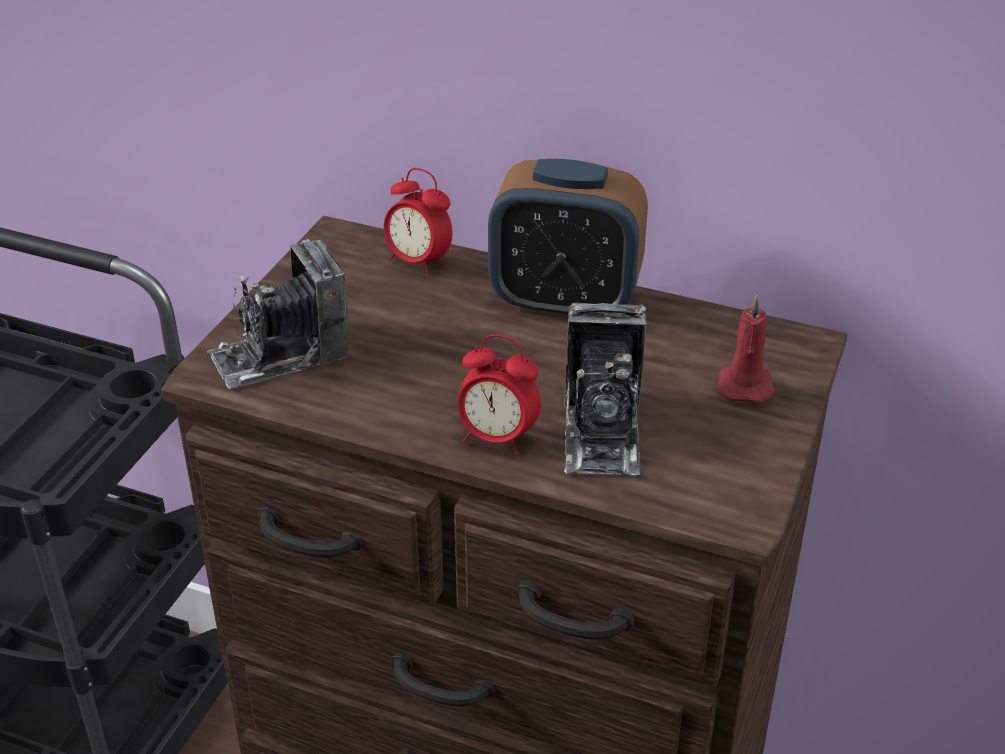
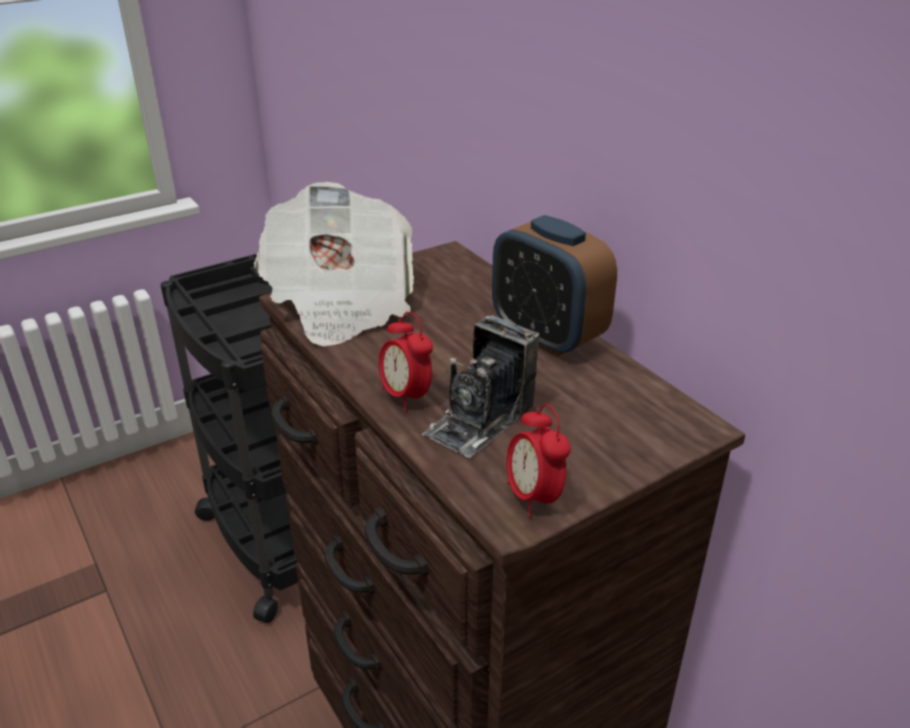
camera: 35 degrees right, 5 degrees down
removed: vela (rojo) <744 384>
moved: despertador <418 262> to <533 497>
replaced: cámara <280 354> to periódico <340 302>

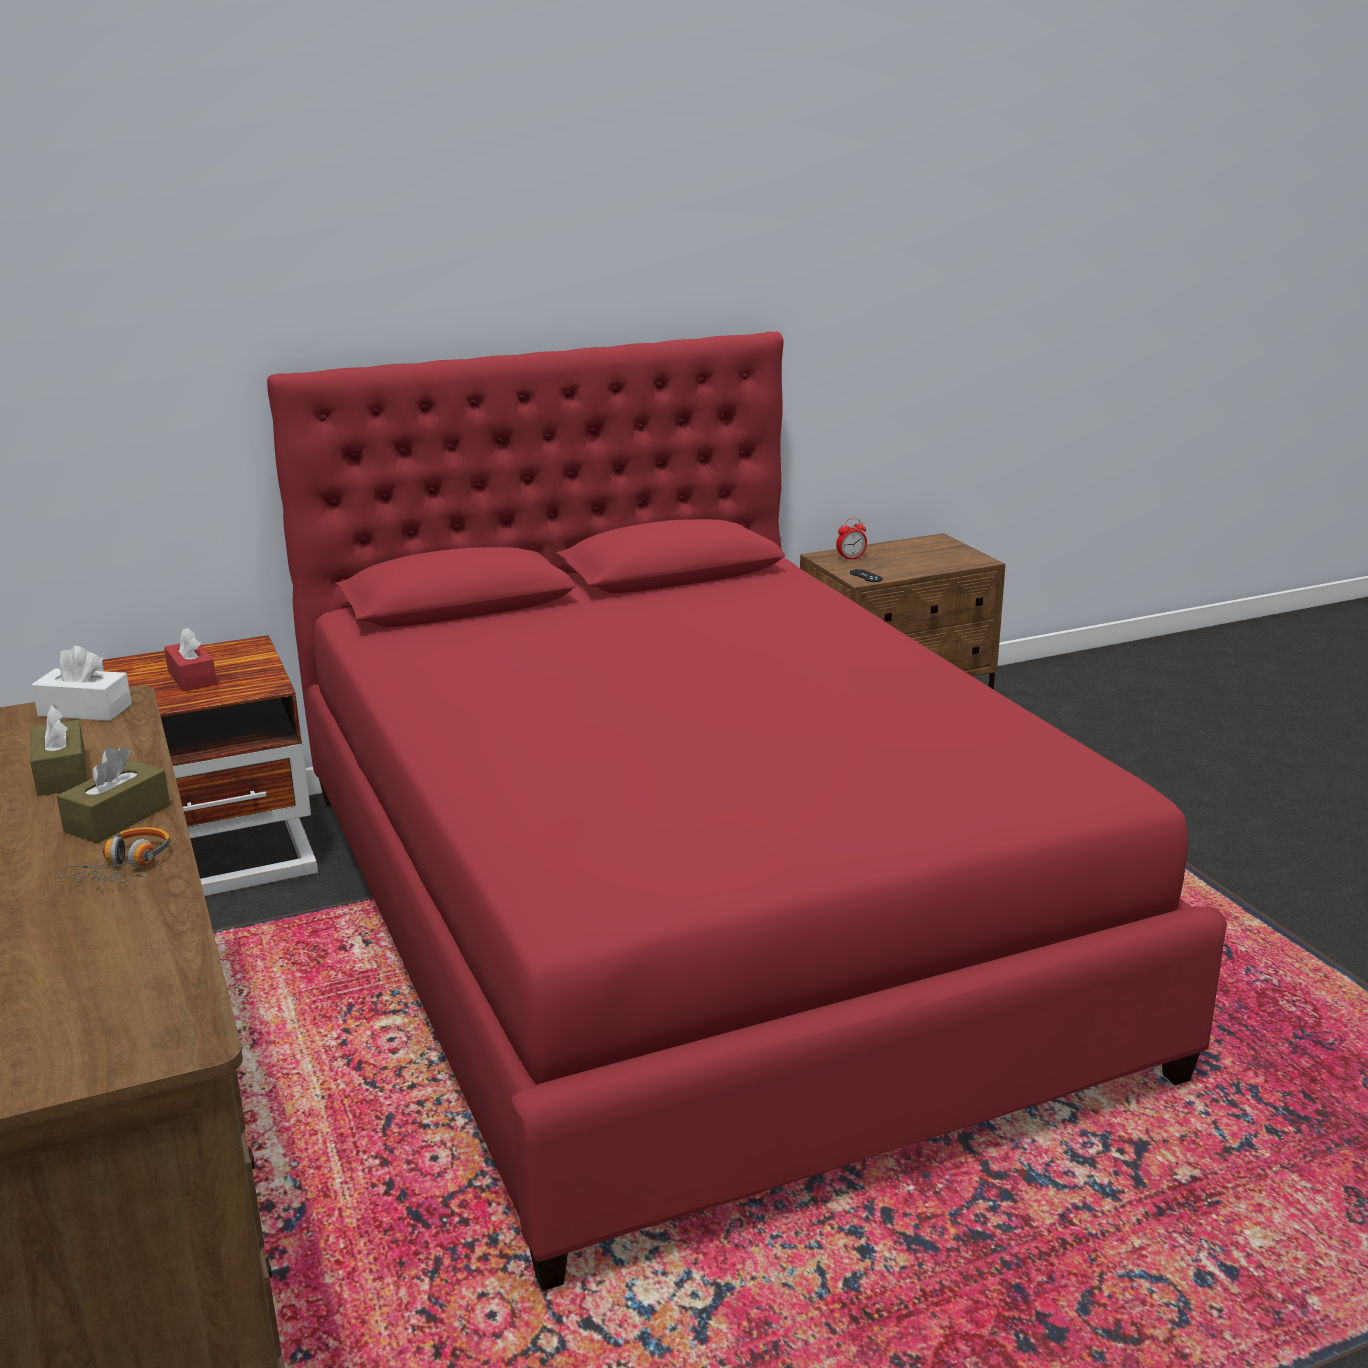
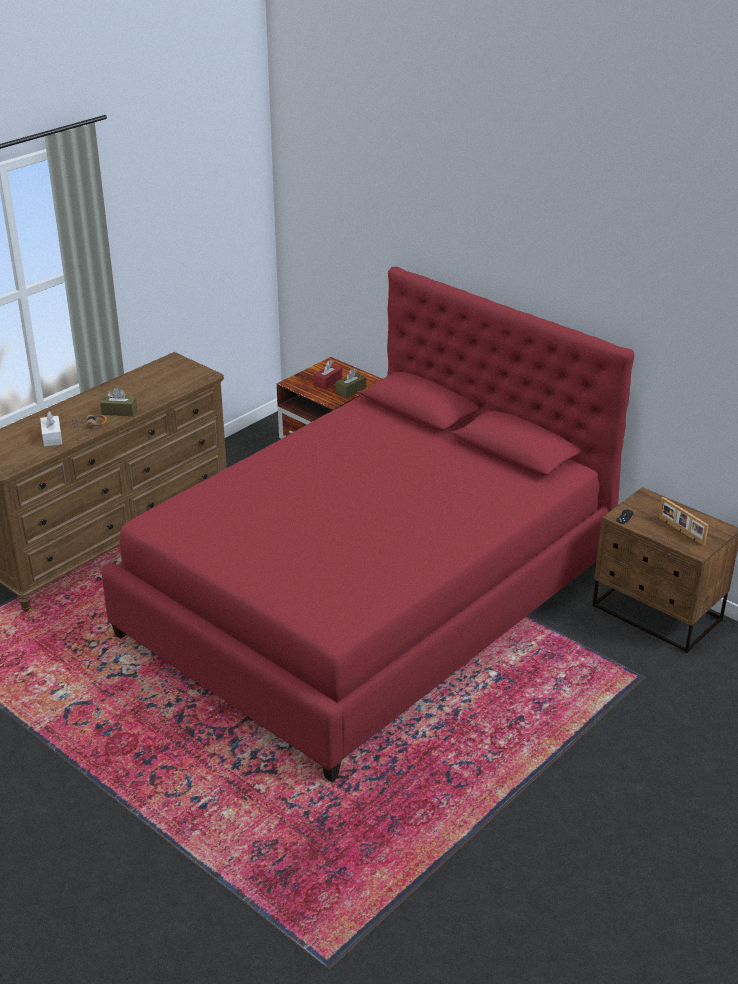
camera: 65 degrees right, 10 degrees up
removed: despertador <851 558>
added: portarretratos <680 531>
moved: caja de pañuelos (blanco) <85 710> to <52 437>; caja de pañuelos (marrón) <62 774> to <350 390>

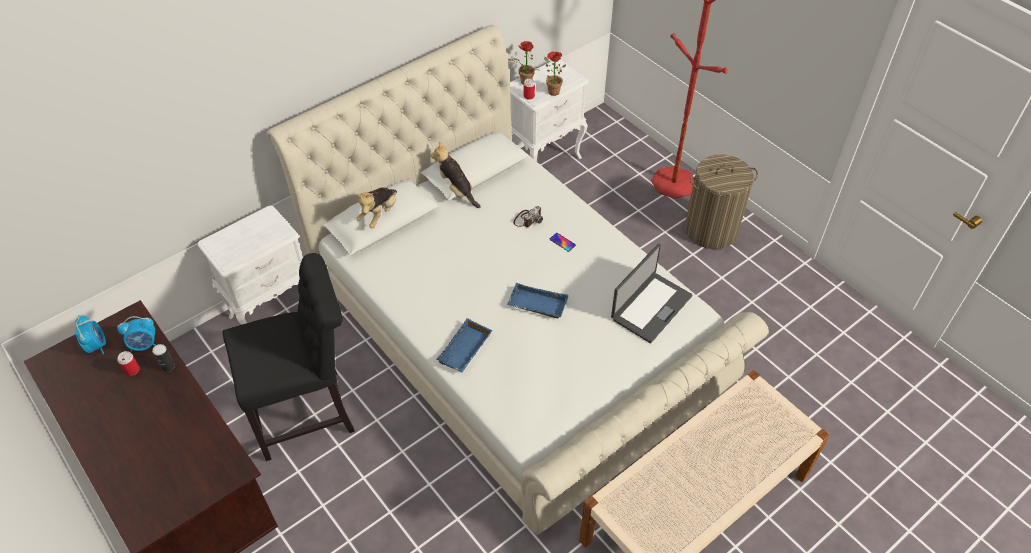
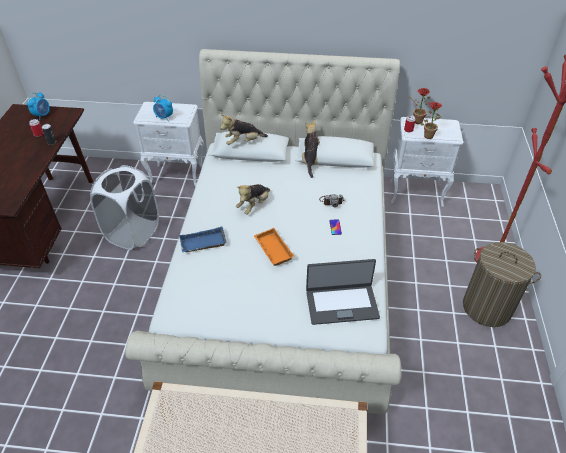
camera: 45 degrees right, 5 degrees down
added: peluche <254 205>
moved: despertador <144 345> to <164 117>
replaced: silla (negro) <309 412> to cesto de la ropa (blanco) <133 233>
recoloured: bandeja (azul) <536 305> to bandeja (naranja) <272 249>

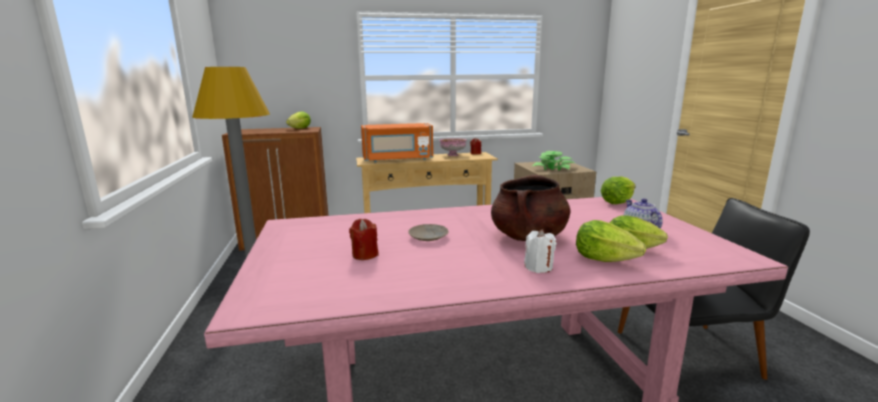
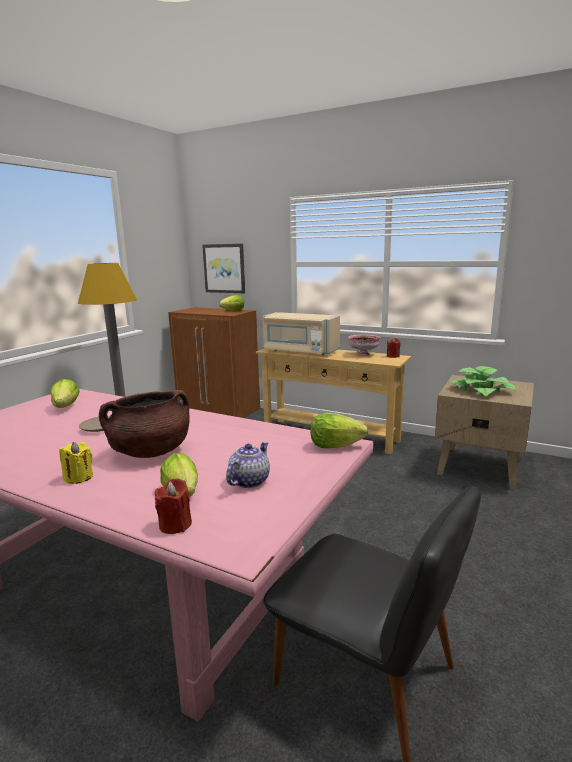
camera: 40 degrees right, 0 degrees up
added: cuadro <224 268>
moved: vela (rojo) <365 255> to <175 524>; lechuga <604 259> to <66 407>
recoloured: microondas (naranja) <397 159> to microondas (beis) <300 351>; vela (blanco) <538 267> to vela (amarillo) <78 477>

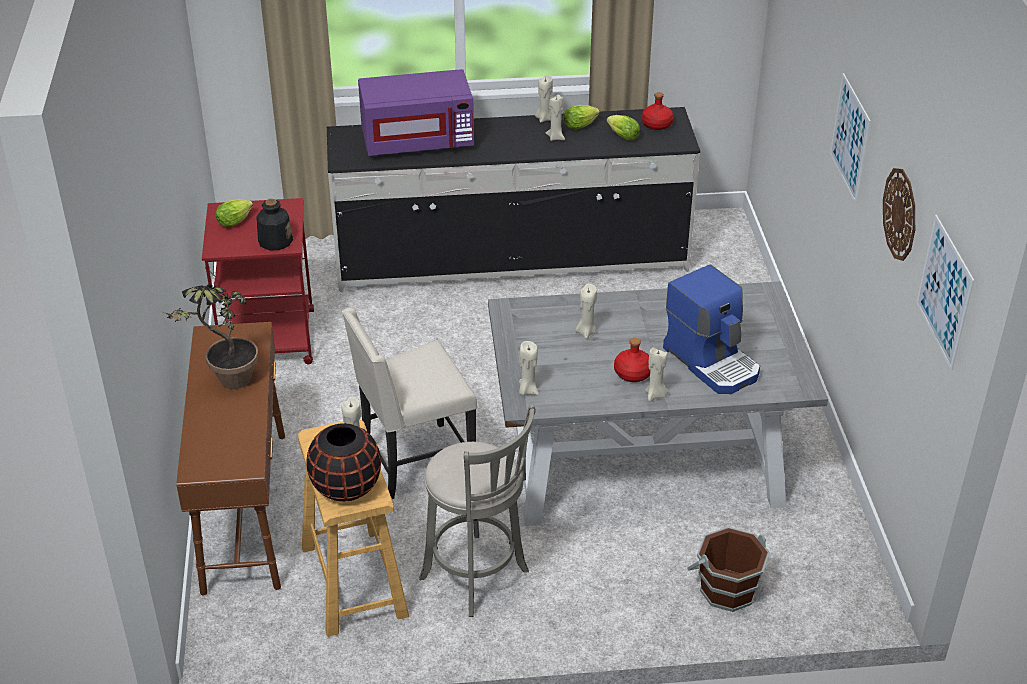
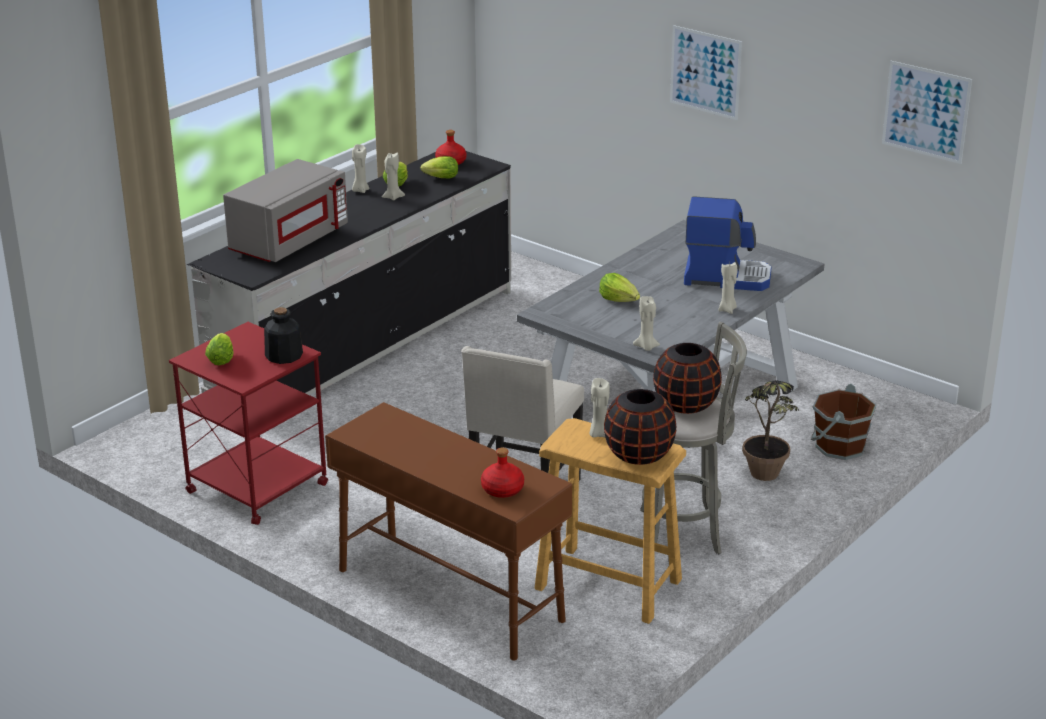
camera: 45 degrees left, 10 degrees down
removed: reloj de pared <900 214>
added: florero (negro) <686 405>
moved: planta en maceta <226 385> to <766 479>; botella (rojo) <633 373> to <503 489>
replaced: vela (beis) <586 332> to lechuga <619 300>
recoloured: microondas (morado) <418 141> to microondas (gris) <288 241>

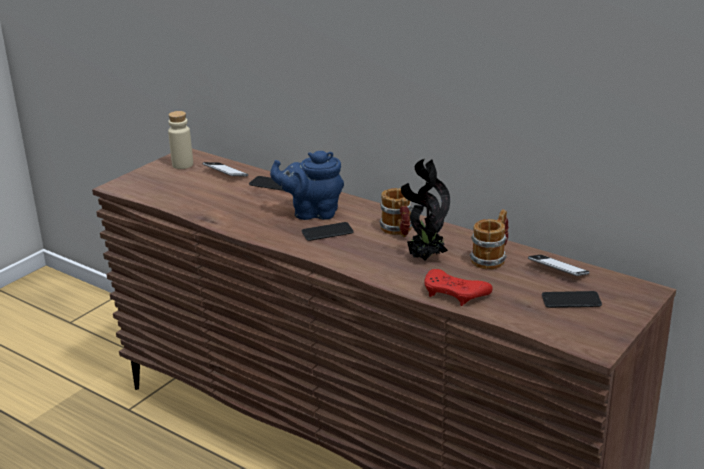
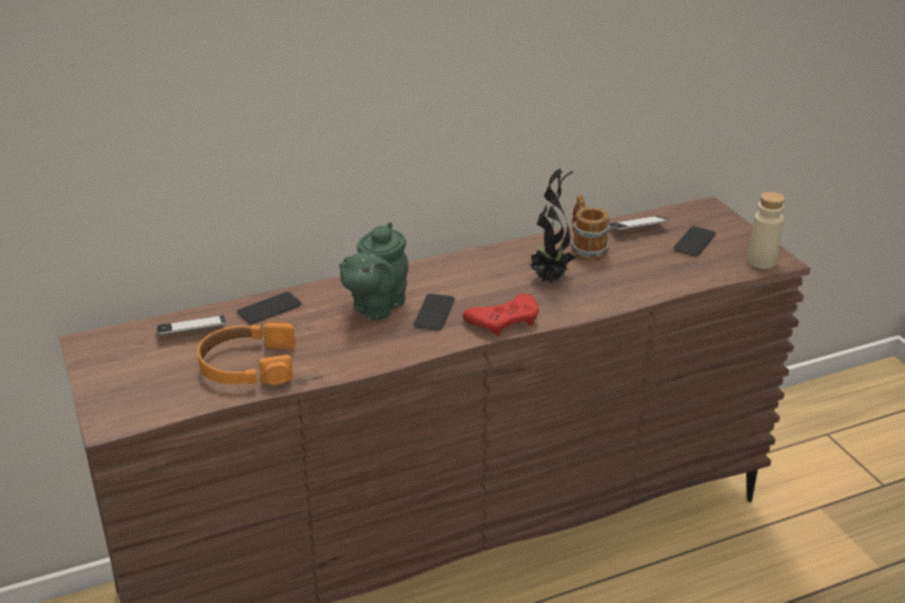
camera: 60 degrees left, 5 degrees up
removed: taza grande <398 231>
added: auriculares (naranja) <247 366>
moved: botella (beis) <182 165> to <761 261>; mando de consola (rojo) <454 292> to <504 320>
recoloured: tetera (azul) <312 212> to tetera (verde) <376 307>

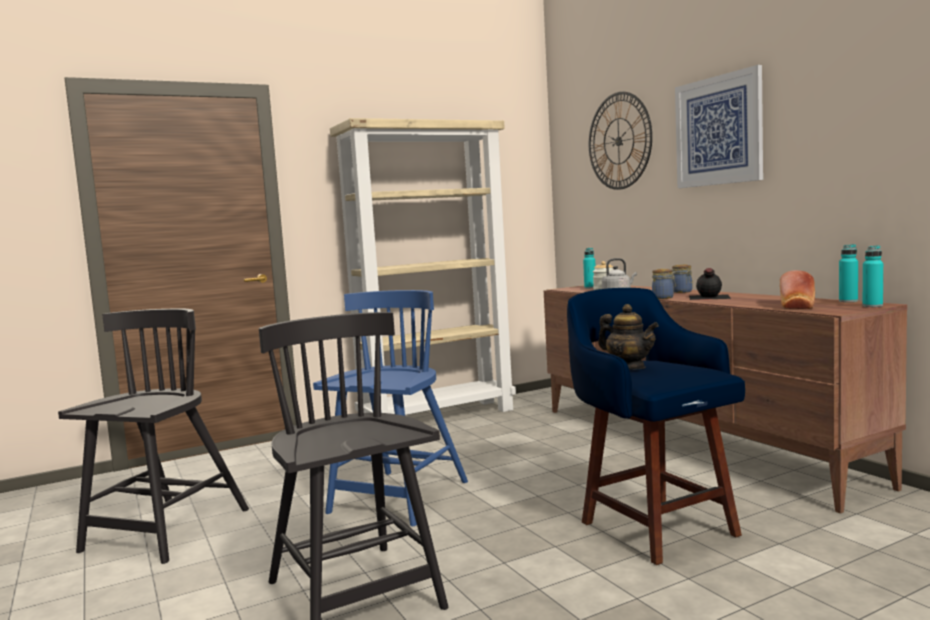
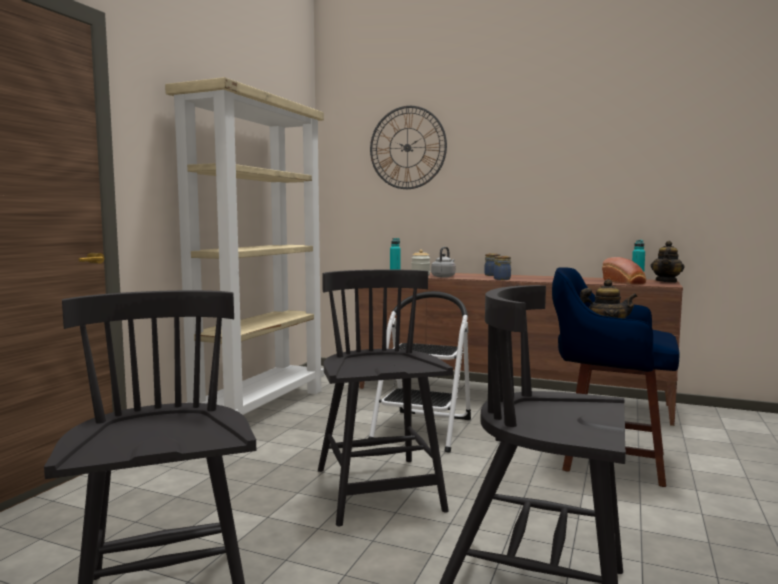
camera: 40 degrees left, 0 degrees up
removed: cuadro <718 131>; botella (negro) <708 297>
added: escalera de tijera <424 429>
replaced: botella (turquesa) <872 306> to tetera <666 281>
recoloured: silla (azul) <398 498> to silla (negro) <379 490>

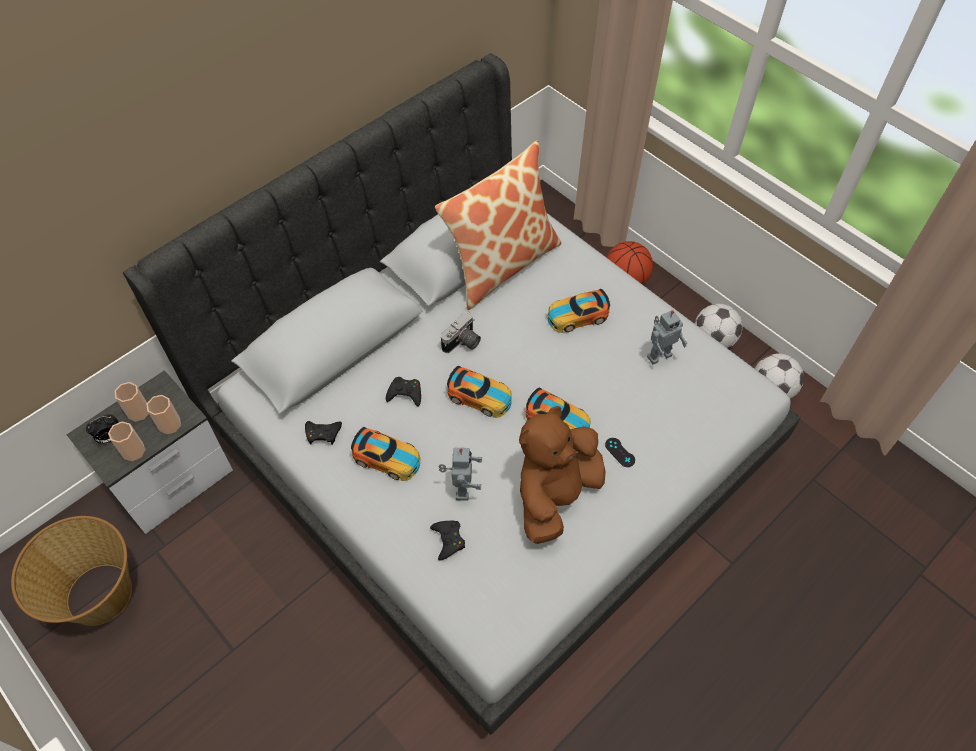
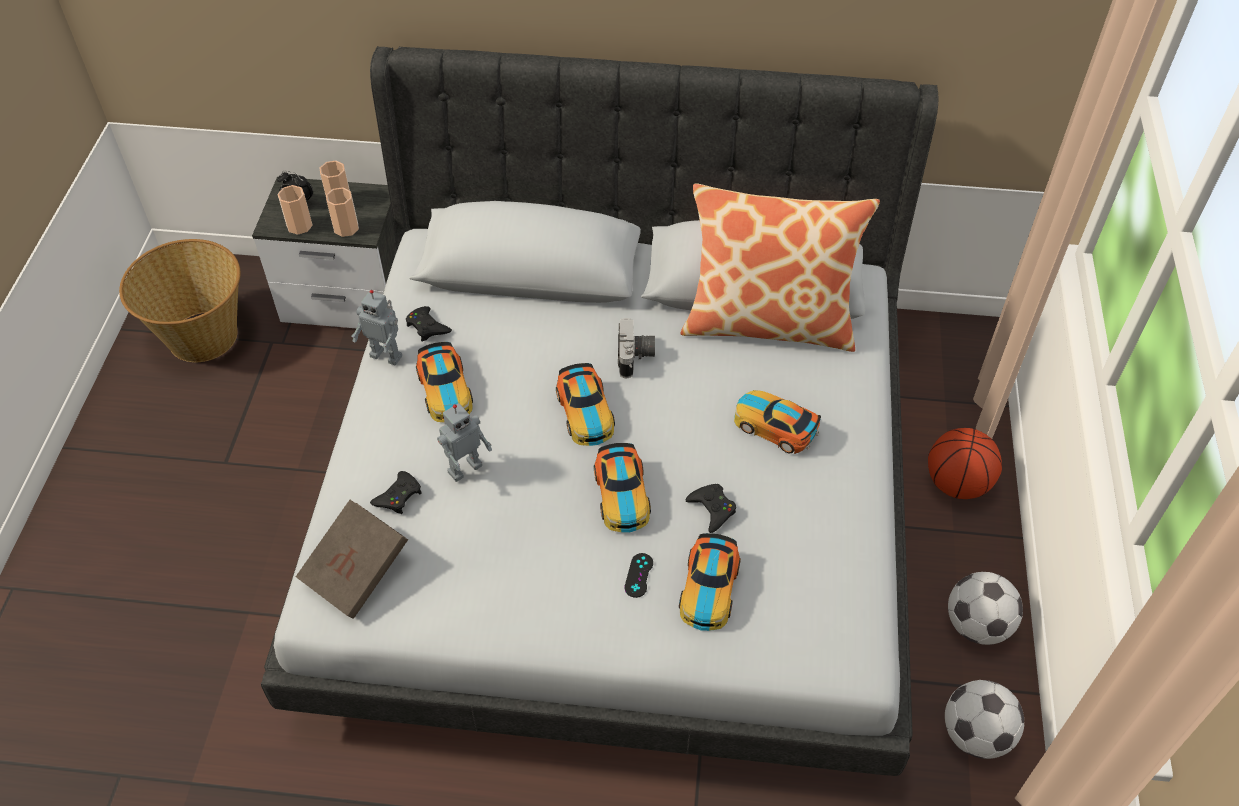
camera: 50 degrees right, 5 degrees down
removed: peluche (marrón) <555 495>
added: libro (marrón) <357 572>; coche de juguete <709 589>
moved: robot de juguete <658 355> to <387 355>; mando de consola (negro) <405 393> to <712 509>
turned: cámara <462 343> = <636 357> 90 degrees counterclockwise

